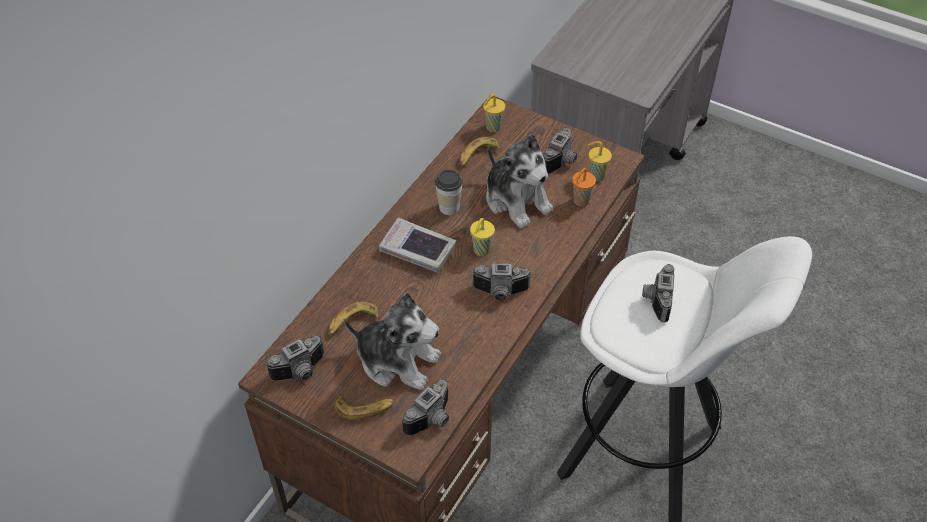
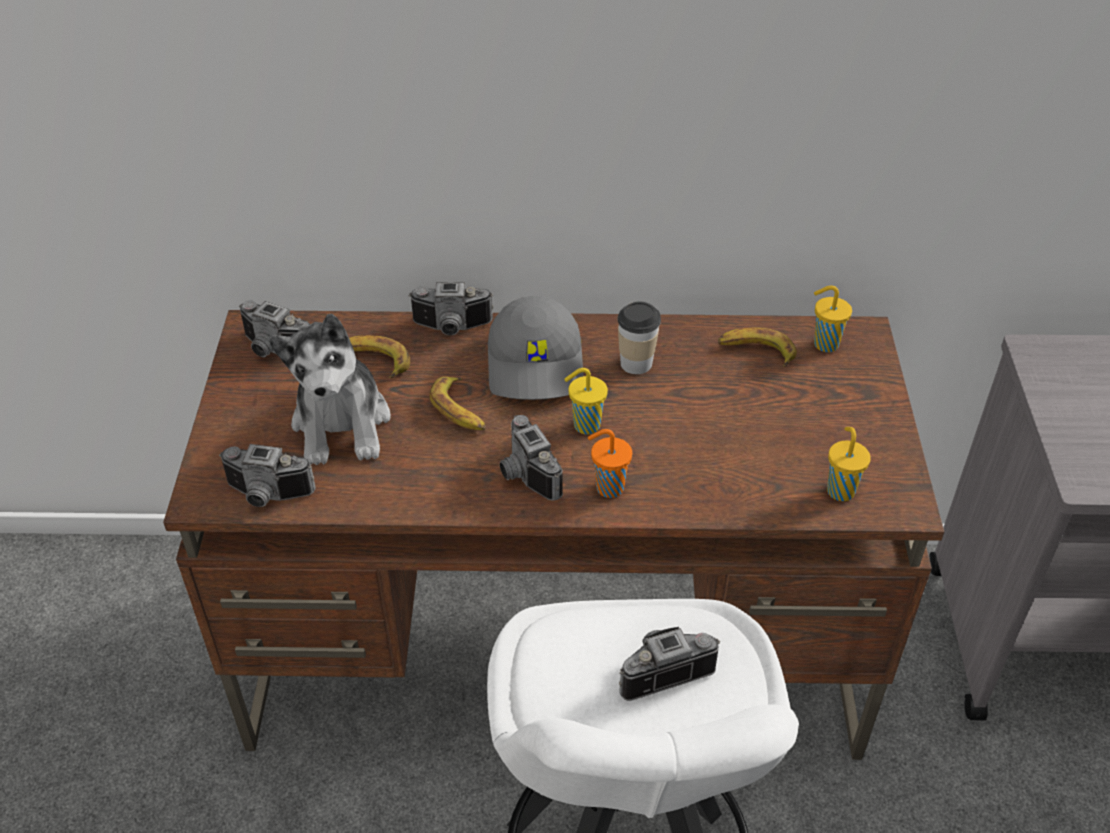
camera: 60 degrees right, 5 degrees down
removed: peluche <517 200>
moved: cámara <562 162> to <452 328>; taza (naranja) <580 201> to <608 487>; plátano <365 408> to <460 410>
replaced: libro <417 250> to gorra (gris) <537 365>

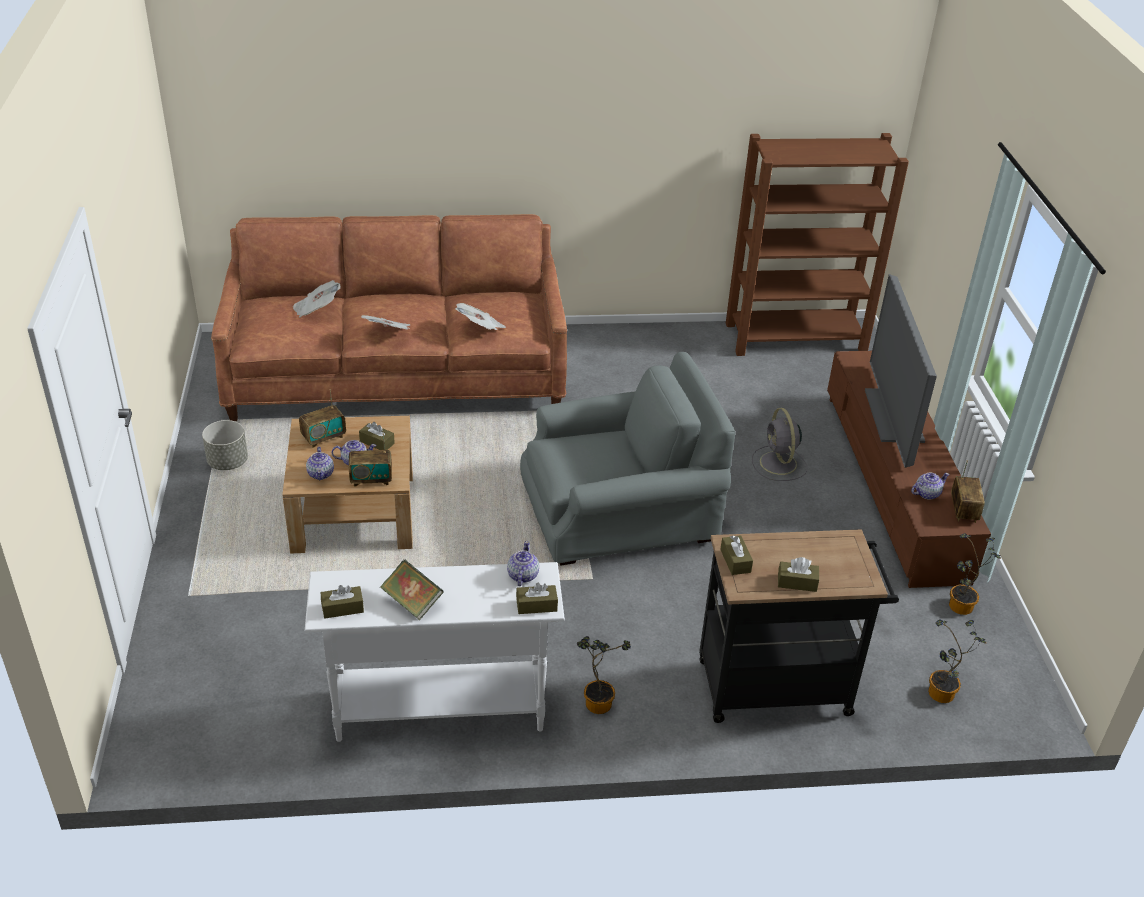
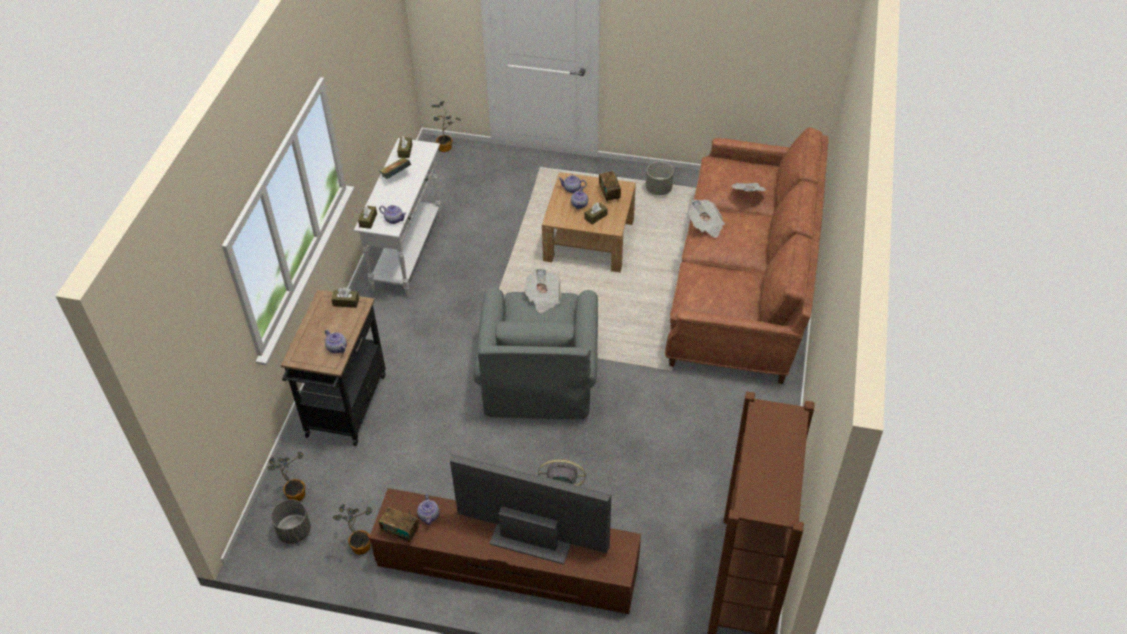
camera: 110 degrees right, 10 degrees up
removed: radio <371 479>; caja de pañuelos (marrón) <797 582>
added: tetera <337 347>; maceta (gris) <294 531>
moved: periódico <480 328> to <543 298>; planta en maceta <597 701> to <447 147>

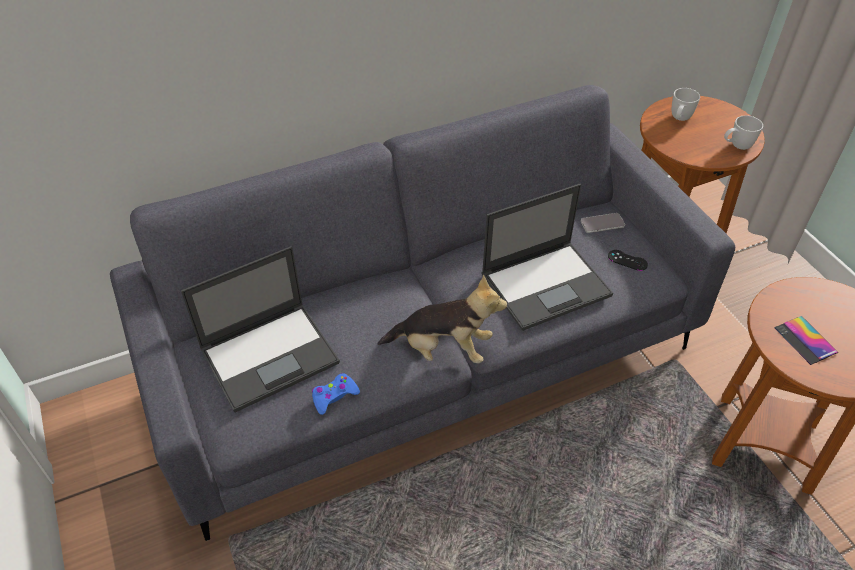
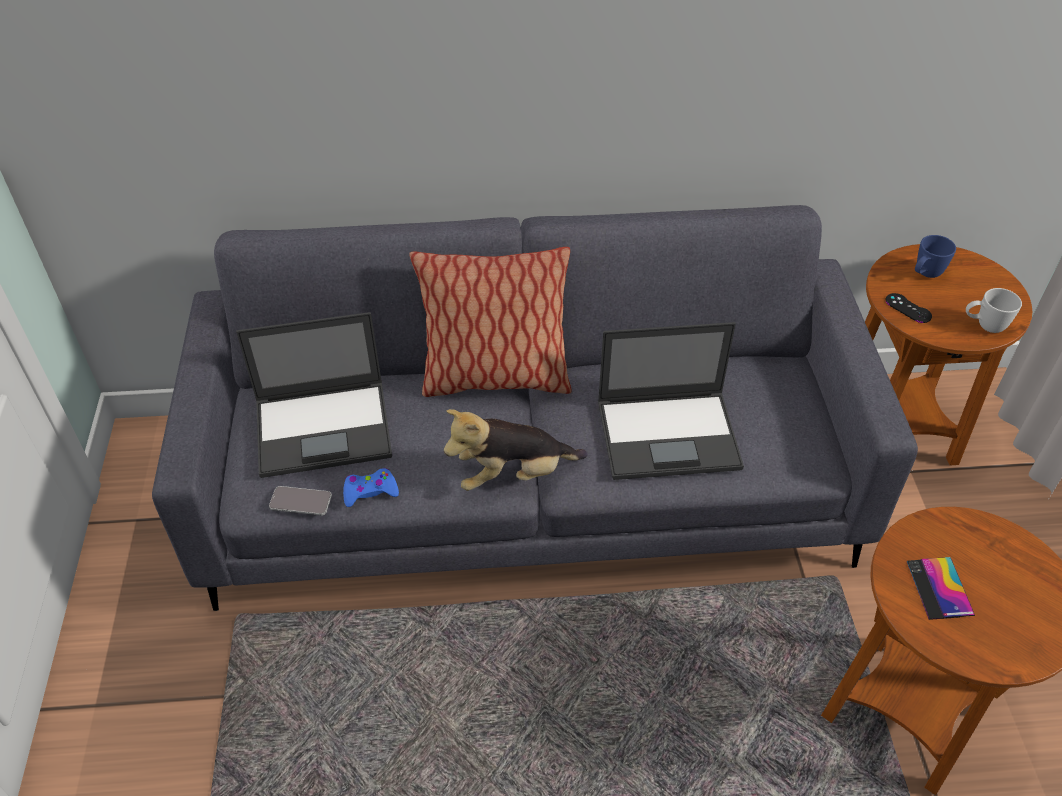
camera: 20 degrees right, 0 degrees up
added: cojín <495 379>
moved: móvil <602 223> to <300 501>; mando de consola (negro) <627 260> to <908 308>
recoloured: taza grande (blanco) <679 119> to taza grande (azul) <924 275>
turned: peluche <443 349> = <513 474> 135 degrees clockwise

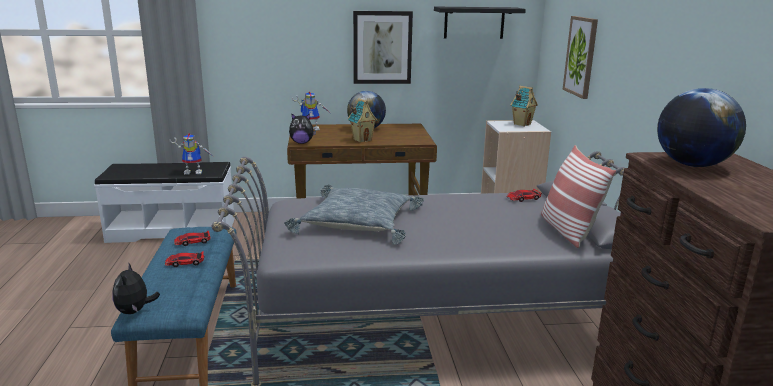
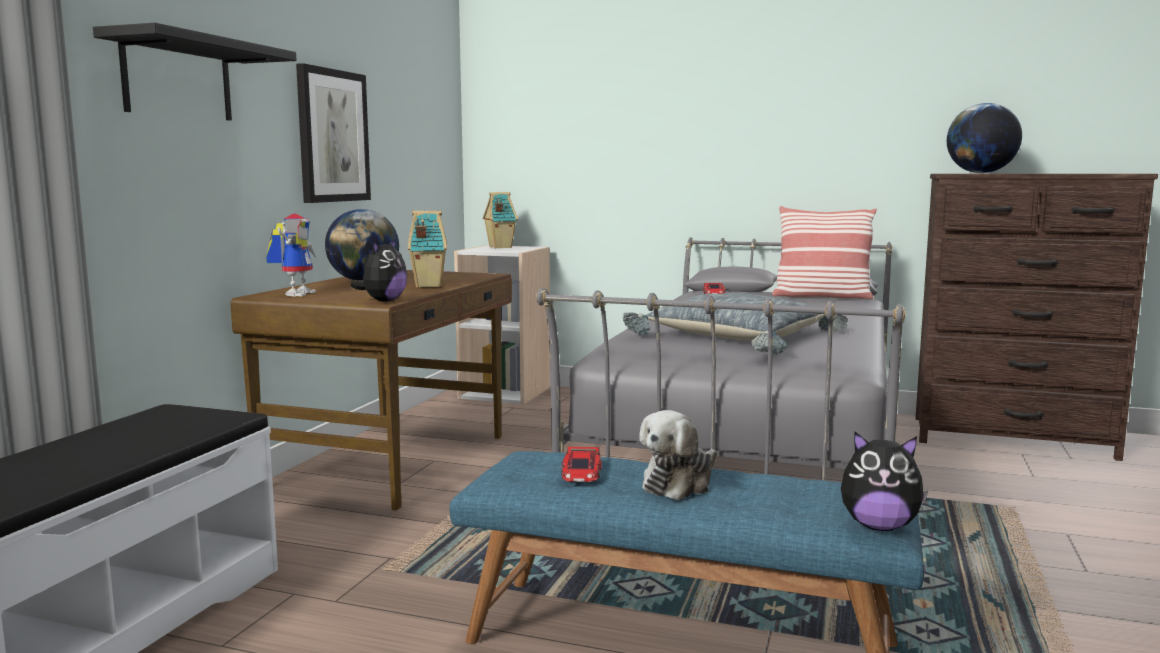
camera: 65 degrees left, 10 degrees down
removed: cuadro <581 56>; robot de juguete <195 172>
moved: estante (negro) <474 22> to <178 79>
replaced: coche de juguete <185 262> to peluche <679 483>

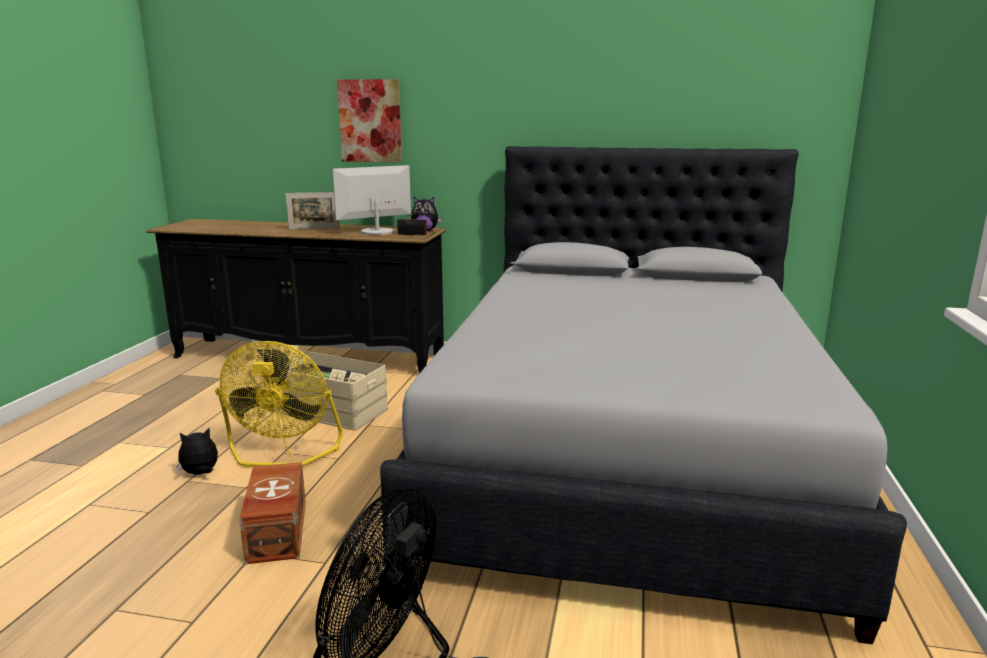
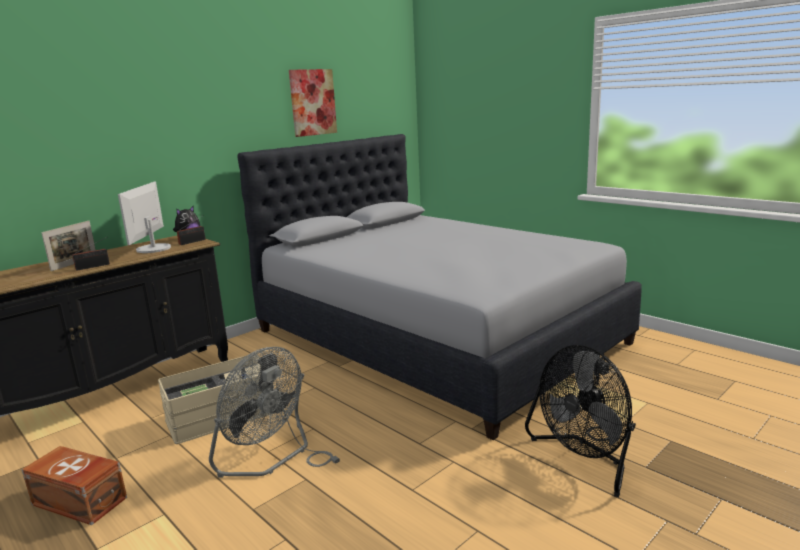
camera: 55 degrees left, 0 degrees up
removed: peluche <200 474>
added: radio <95 266>
moved: cuadro <370 121> to <312 102>; caja de almacenaje (marrón) <275 532> to <79 502>
recoloured: ventilador (amarillo) <280 459> to ventilador (gris) <279 454>

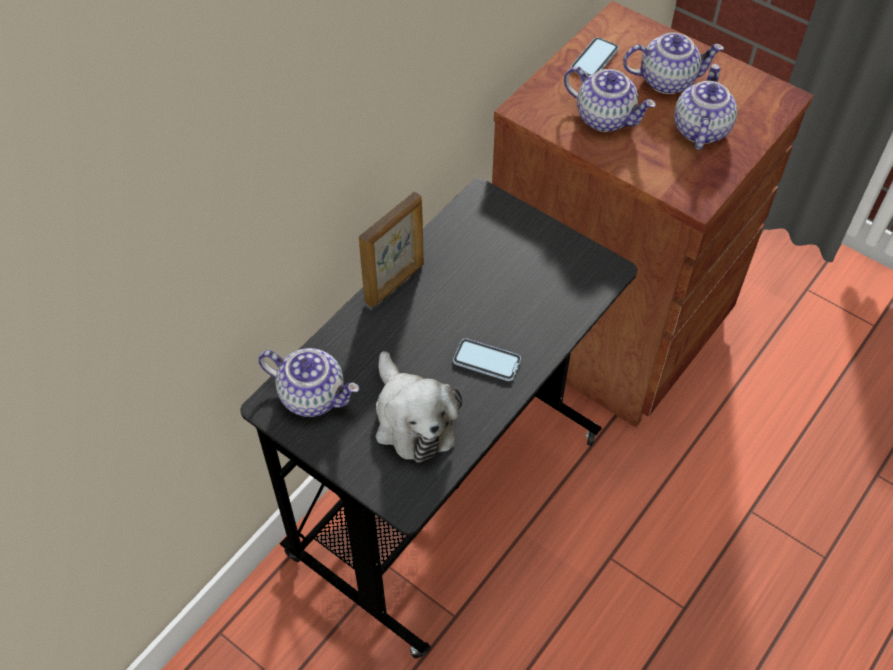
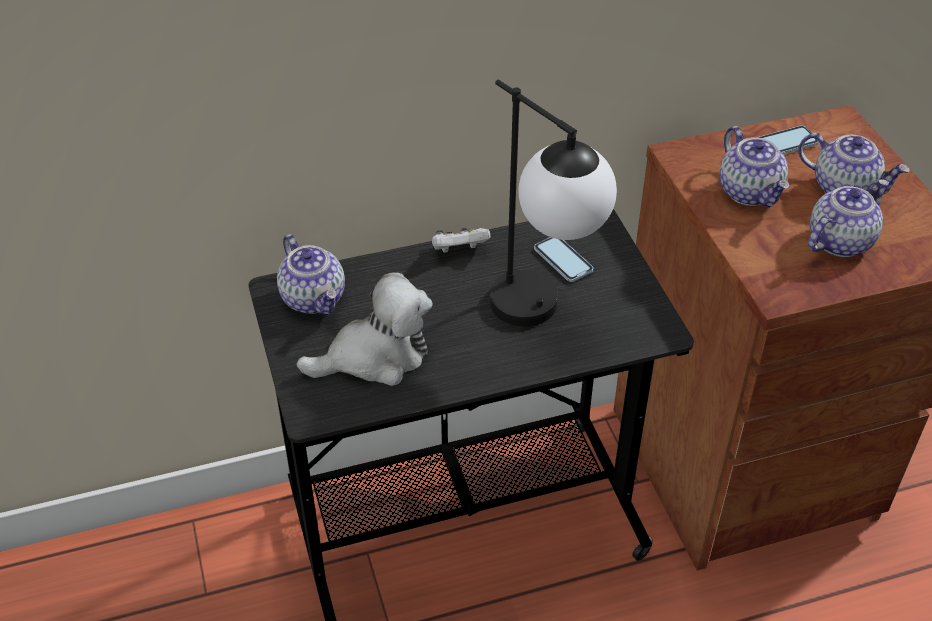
camera: 35 degrees right, 10 degrees down
added: lámpara de mesa <543 317>
moved: móvil <486 361> to <563 260>
replaced: portarretratos <395 283> to mando de consola (blanco) <459 251>
turned: peluche <412 419> = <375 357> 120 degrees counterclockwise

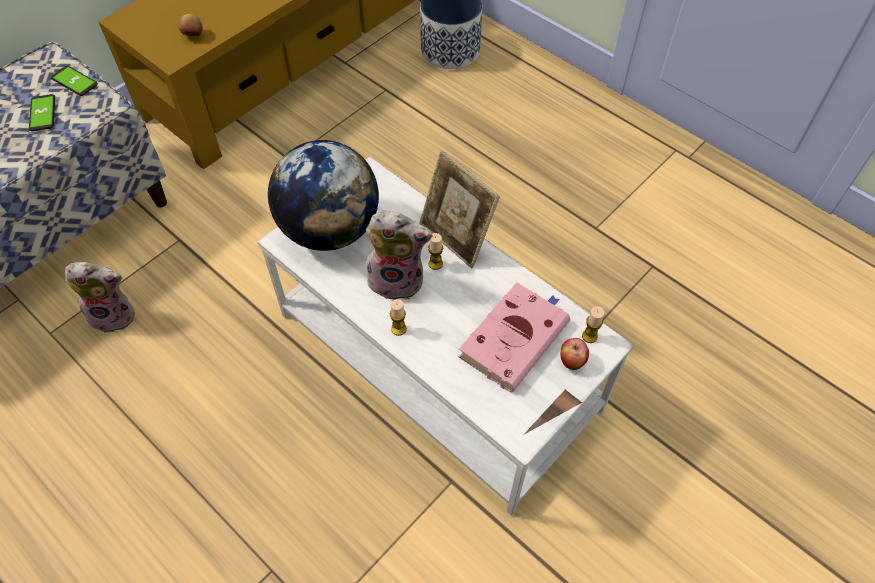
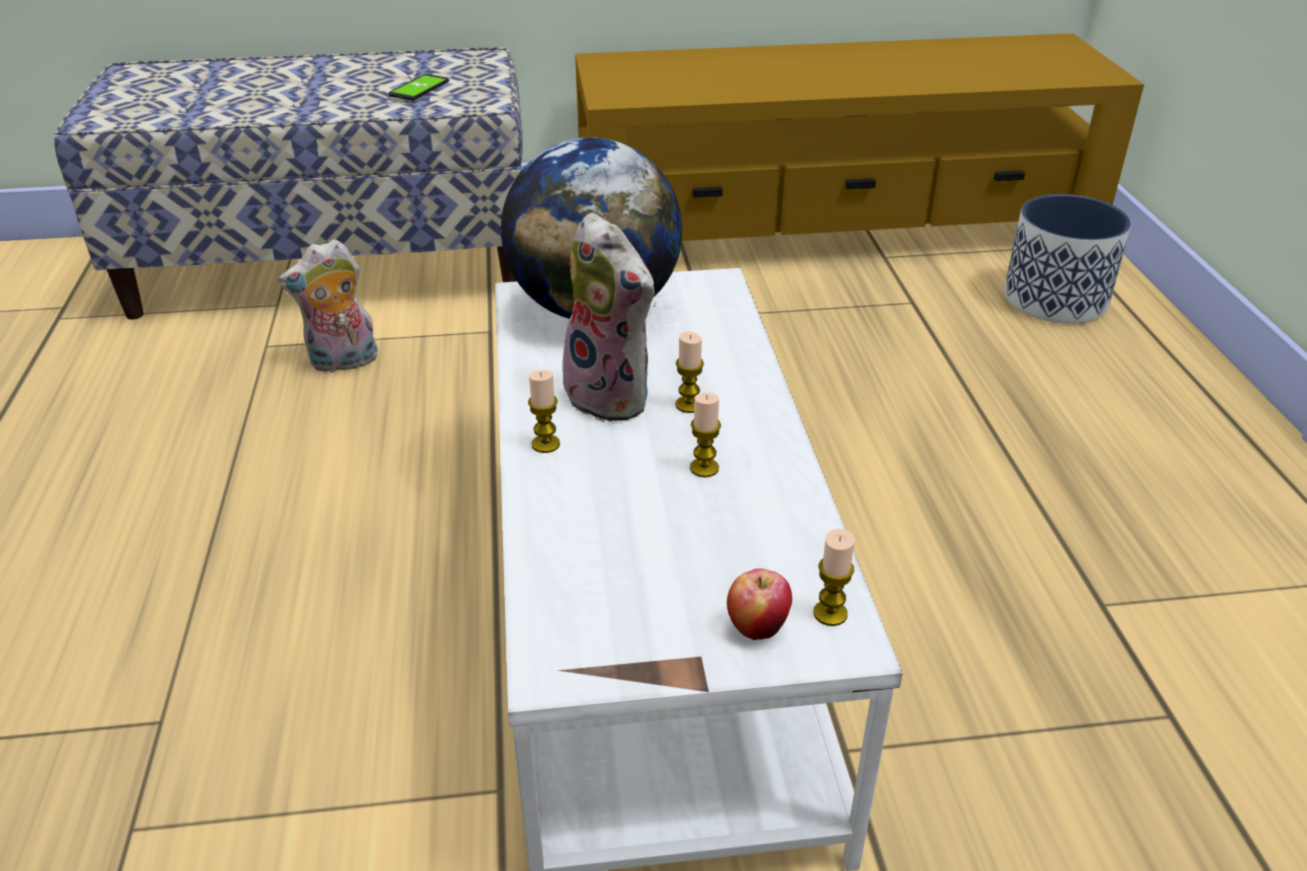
camera: 40 degrees right, 20 degrees down
removed: manzana <193 36>; móvil <74 81>; portarretratos <456 238>; libro (rosa) <515 337>
added: vela <704 468>
turned: peluche <115 315> = <343 363> 120 degrees clockwise

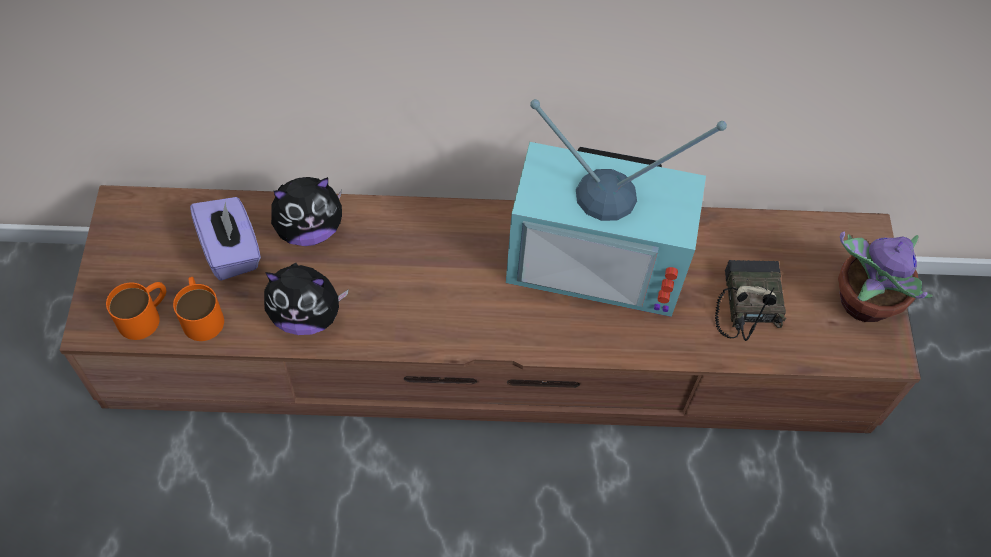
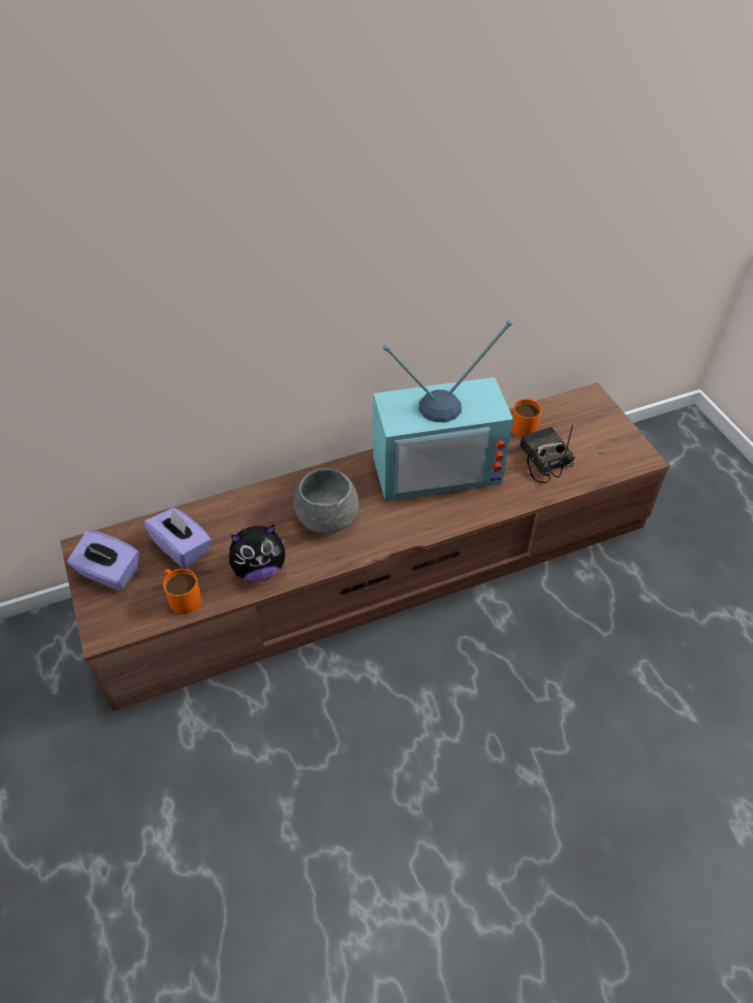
camera: 20 degrees left, 10 degrees down
removed: peluche <309 229>; planta en maceta <862 303>
added: cuenco (gris) <327 517>; caja de pañuelos (morado) <109 573>
moved: taza grande (naranja) <145 315> to <525 424>

